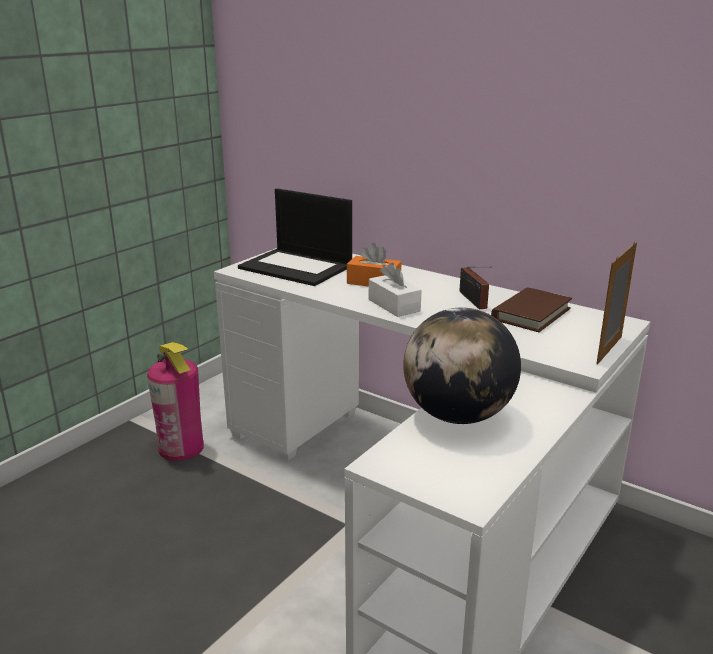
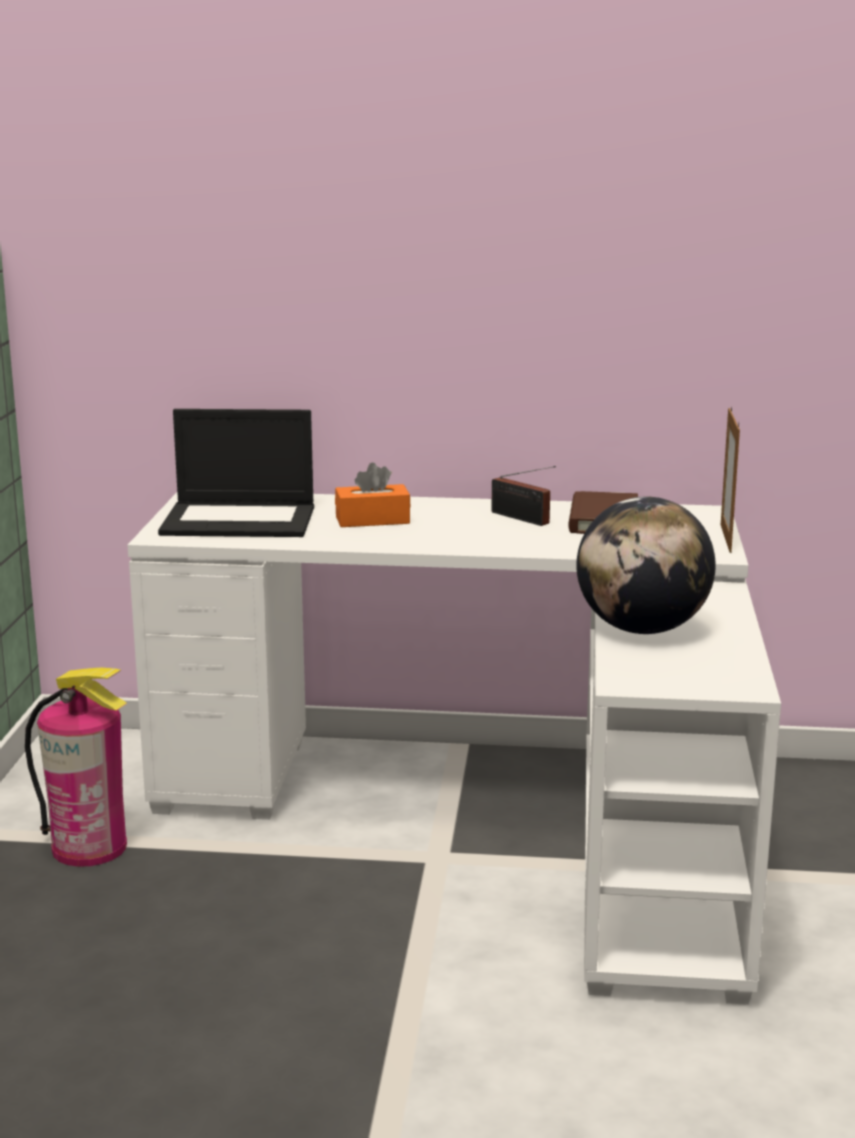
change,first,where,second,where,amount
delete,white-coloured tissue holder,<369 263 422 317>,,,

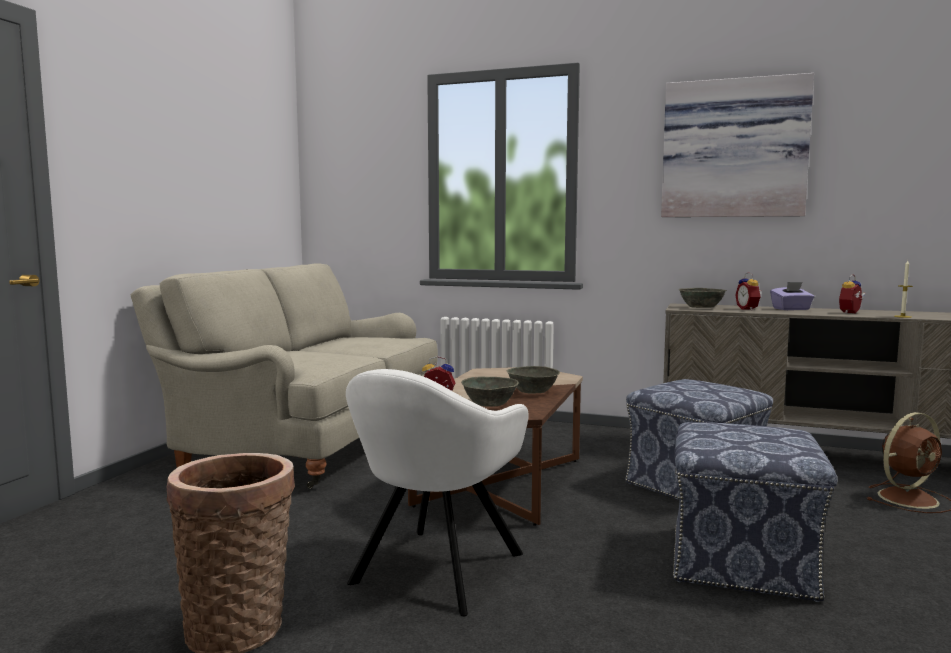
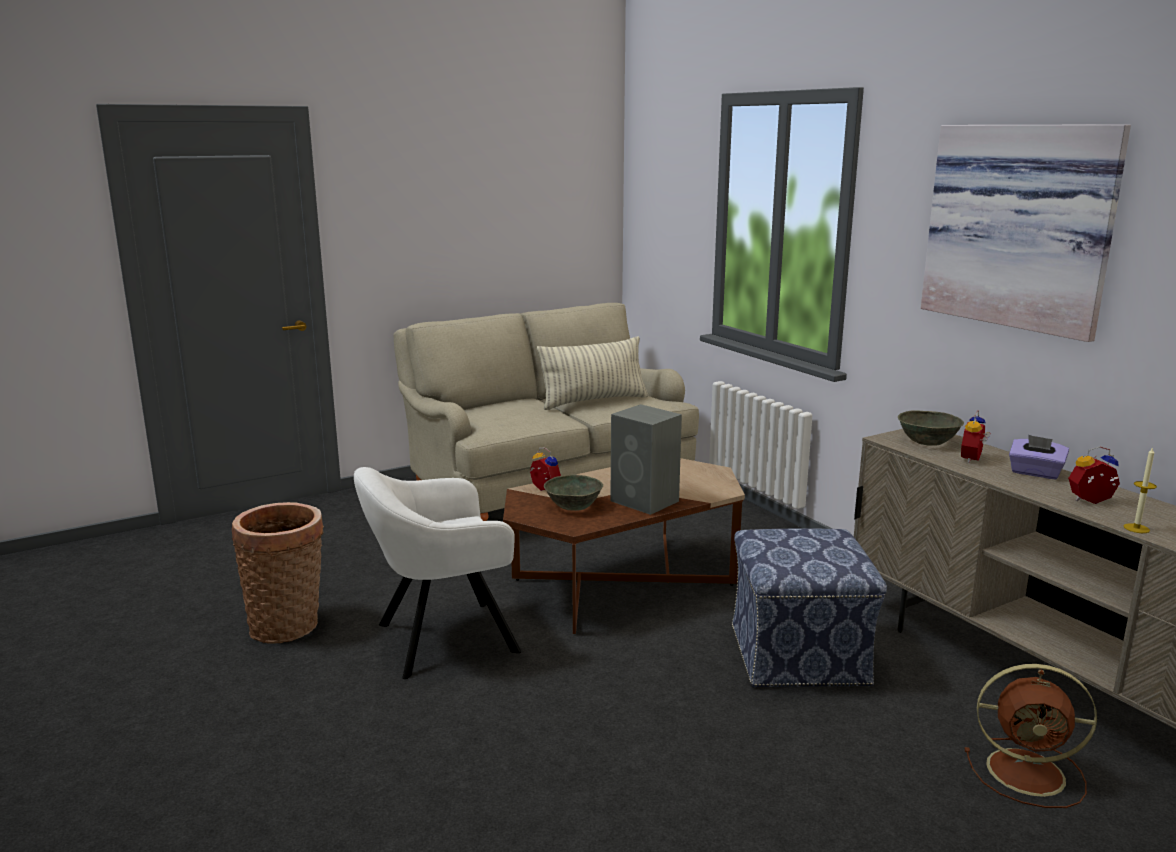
change,first,where,second,where,amount
replace,grey serving bowl,<507 366 560 394>,grey speaker,<610 404 682 515>,
delete,footrest,<673 422 838 602>,,,
insert,,,cushion,<537 336 648 410>,

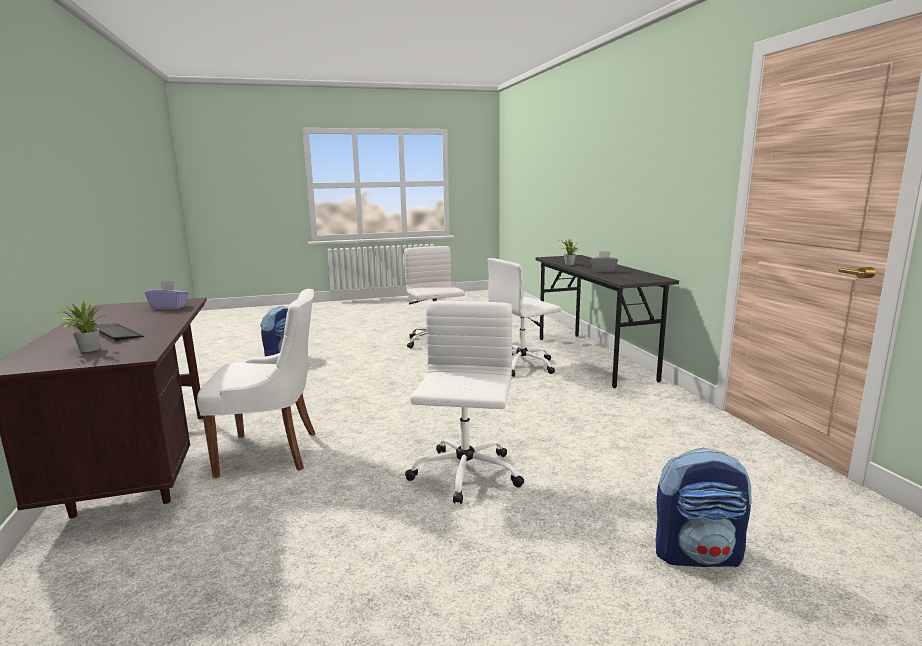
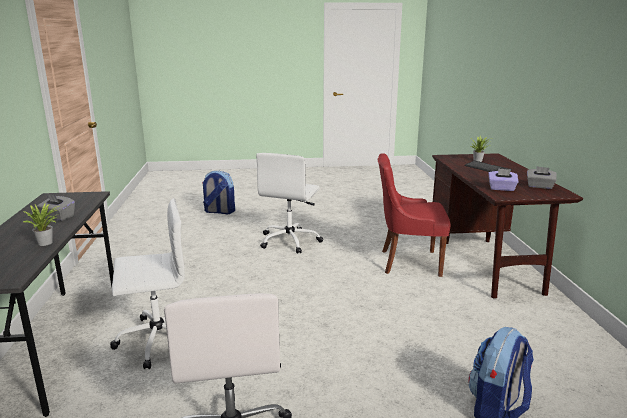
change,first,where,second,where,amount
recolor,white-coloured chair,<197 289 315 478>,red chair,<378 153 450 277>,
insert,,,grey tissue holder,<527 166 557 189>,

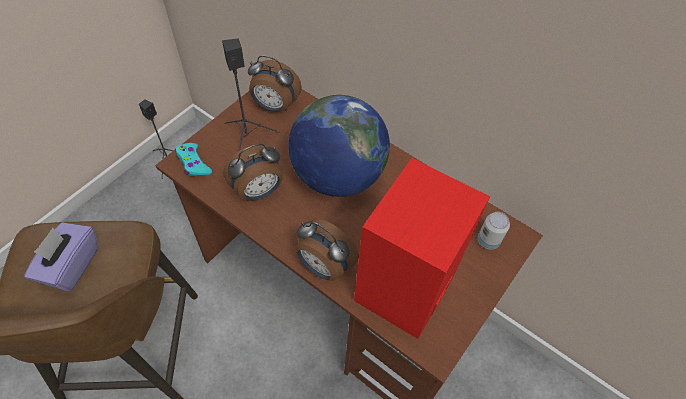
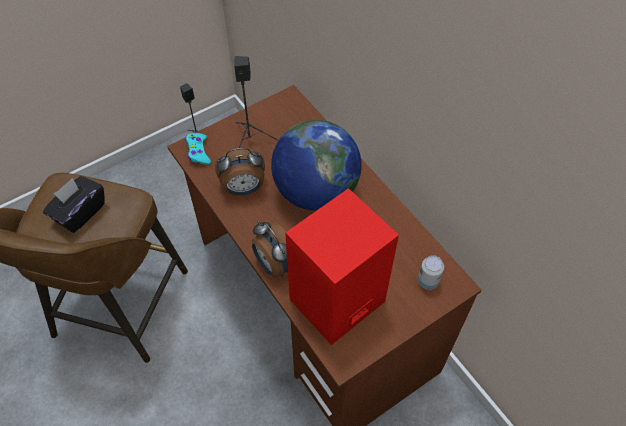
change,first,where,second,where,amount
recolor,purplish tissue holder,<24 223 98 292>,blackish tissue holder,<43 176 105 233>,
delete,alarm clock,<248 55 302 112>,,,

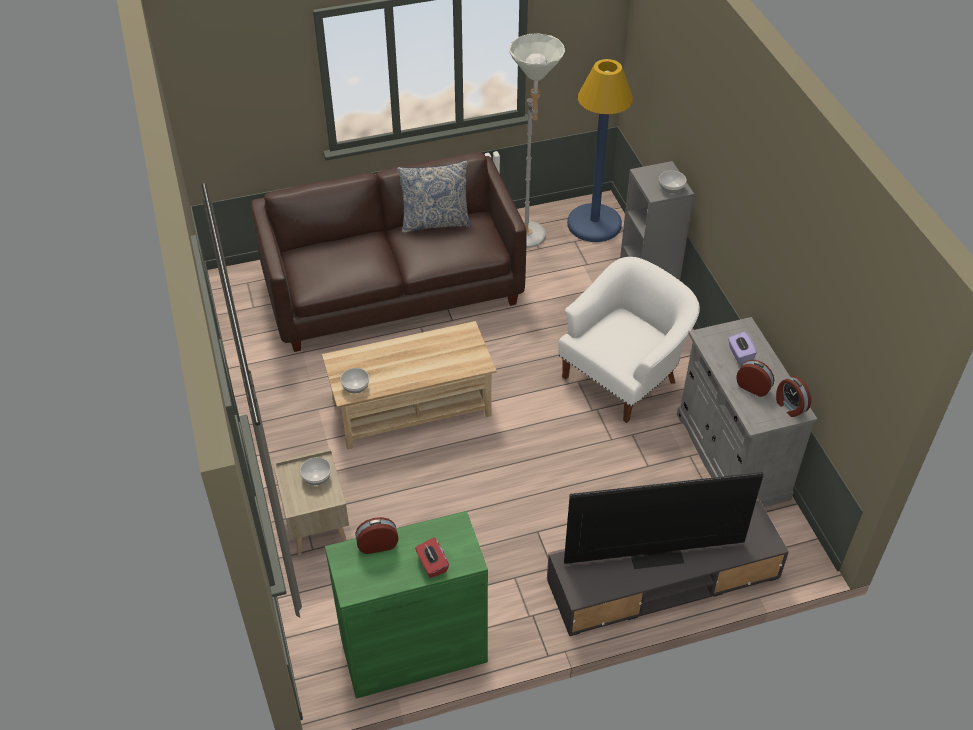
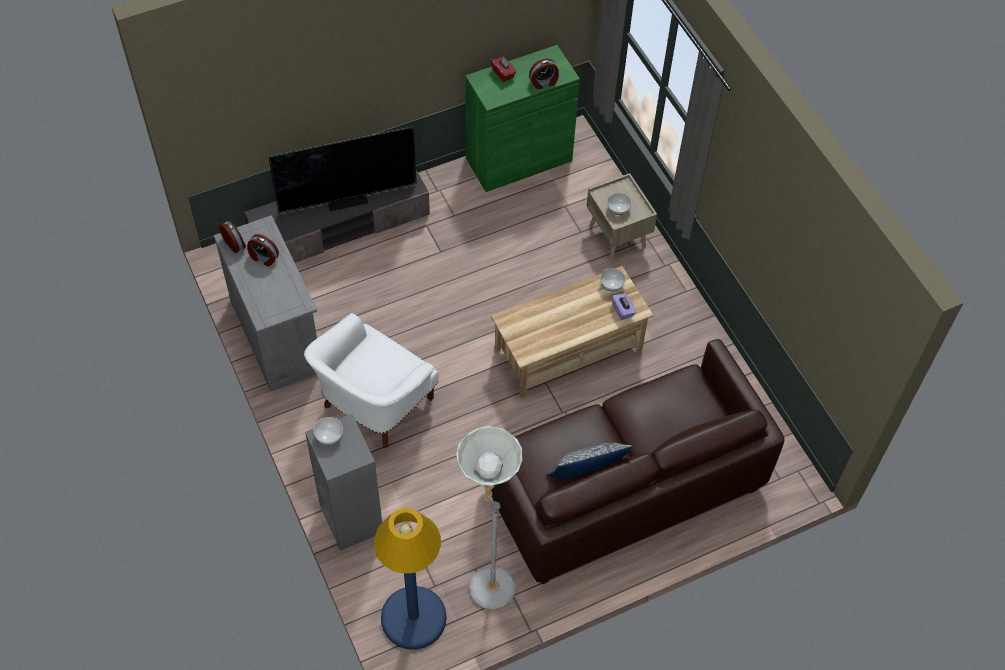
change,first,where,second,where,amount
move,purplish tissue holder,<728 332 757 363>,,<612 293 636 320>,

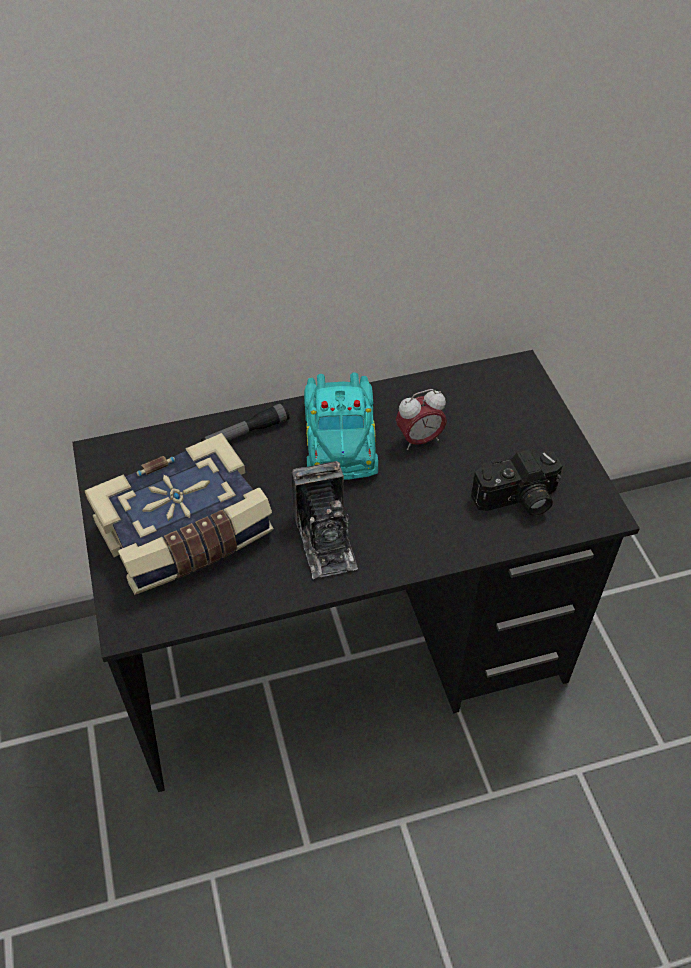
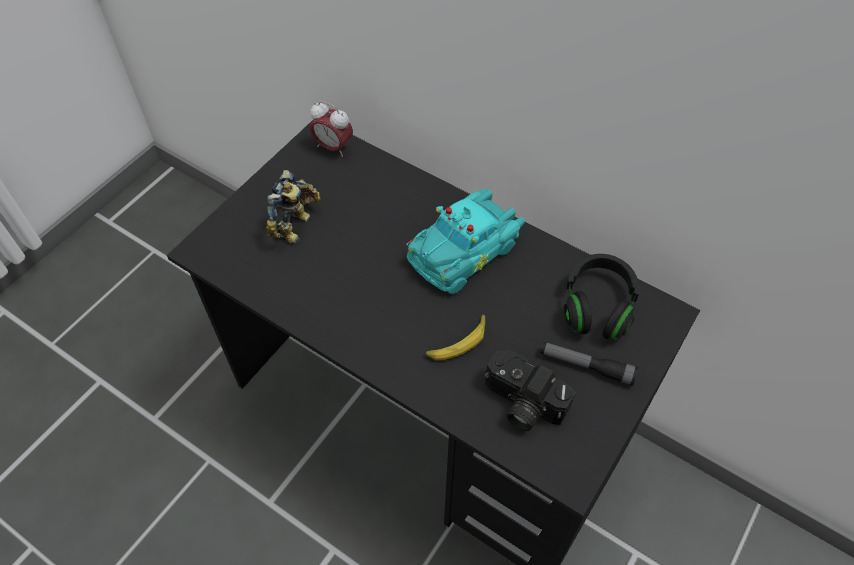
change,first,where,second,where,amount
replace,bound book,<85 433 274 595>,model robot,<266 170 321 244>,
move,flashlight,<201 403 289 442>,,<541 342 638 386>,
delete,photo camera,<291 461 358 580>,,,
move,alarm clock,<396 389 447 450>,,<310 101 353 157>,
insert,,,banana fruit,<426 314 486 360>,
insert,,,blackish headset,<564 254 640 340>,

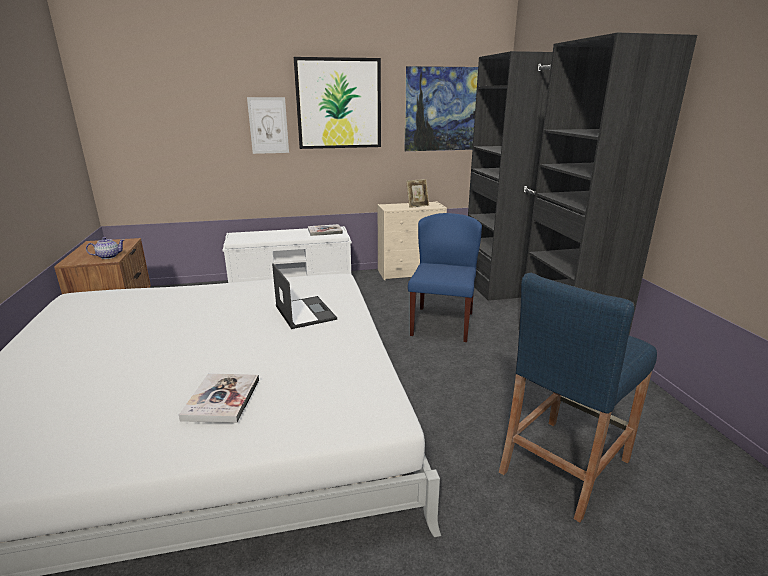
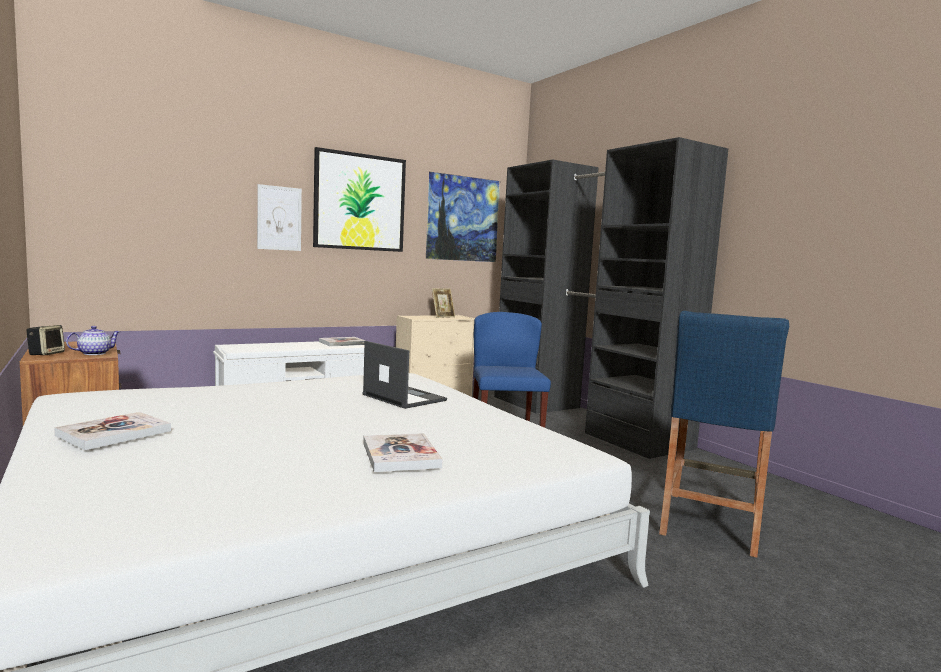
change,first,where,second,where,amount
insert,,,speaker,<26 325 65 355>,
insert,,,bound book,<54 412 171 450>,

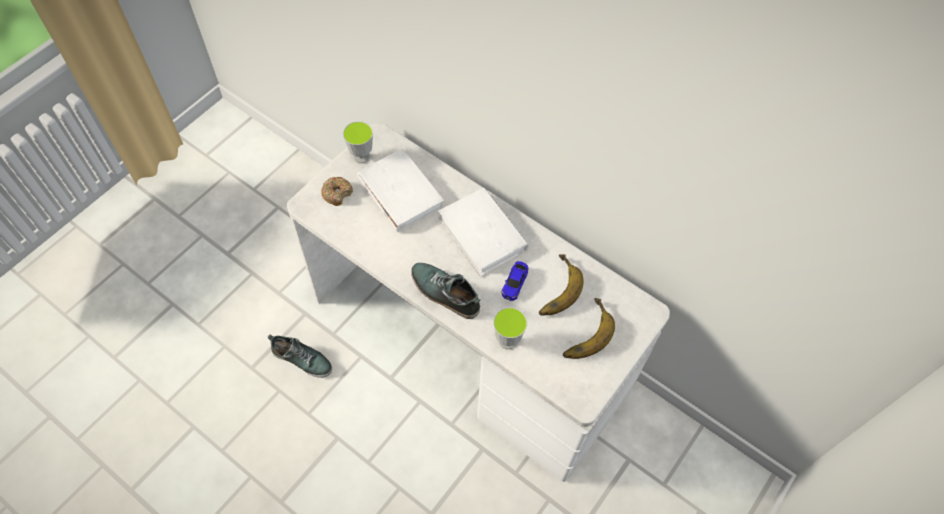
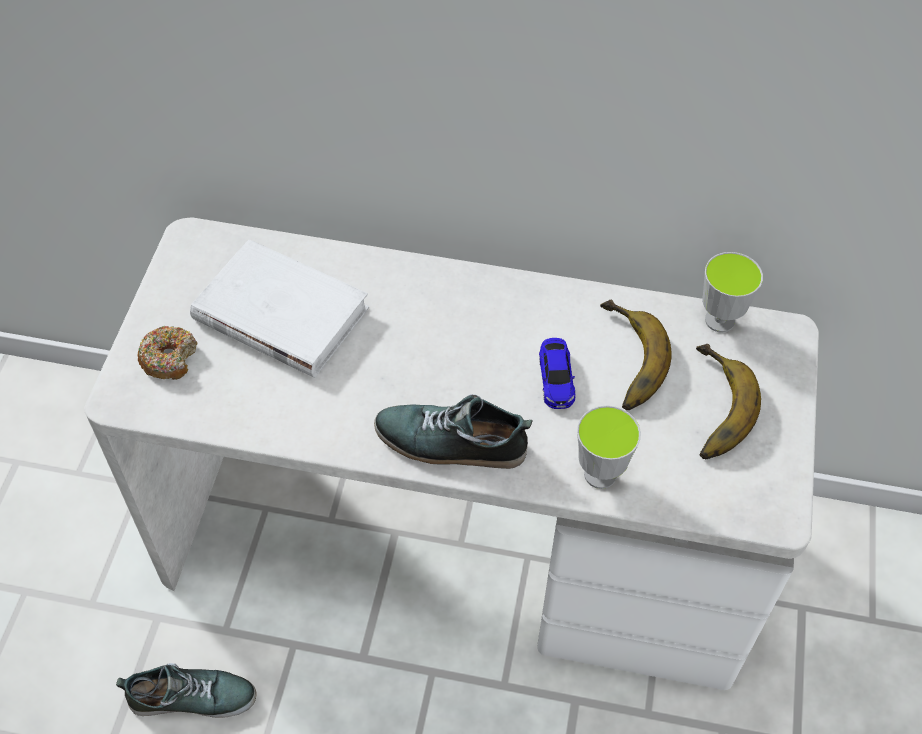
change,first,where,second,where,amount
move,drinking cup,<343 121 373 163>,,<702 252 763 333>,
delete,white-coloured bound book,<438 188 529 277>,,,

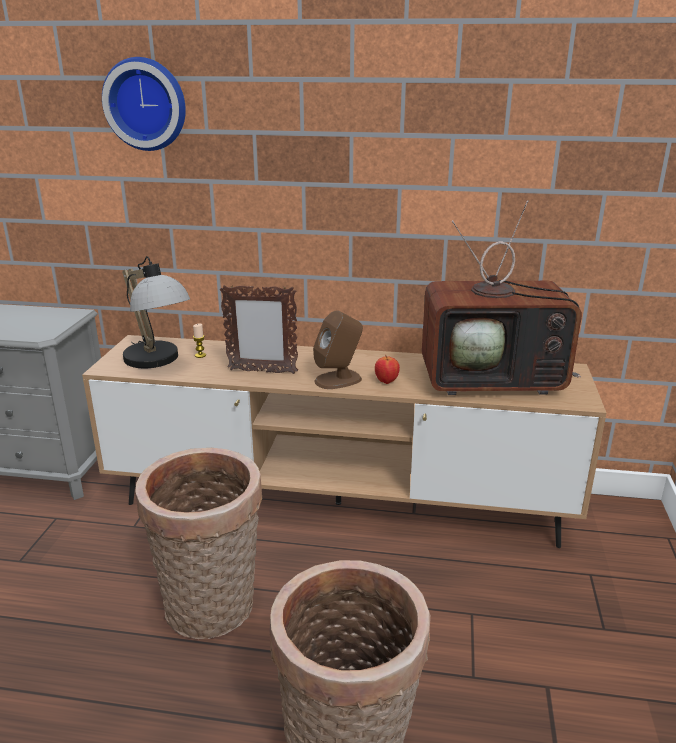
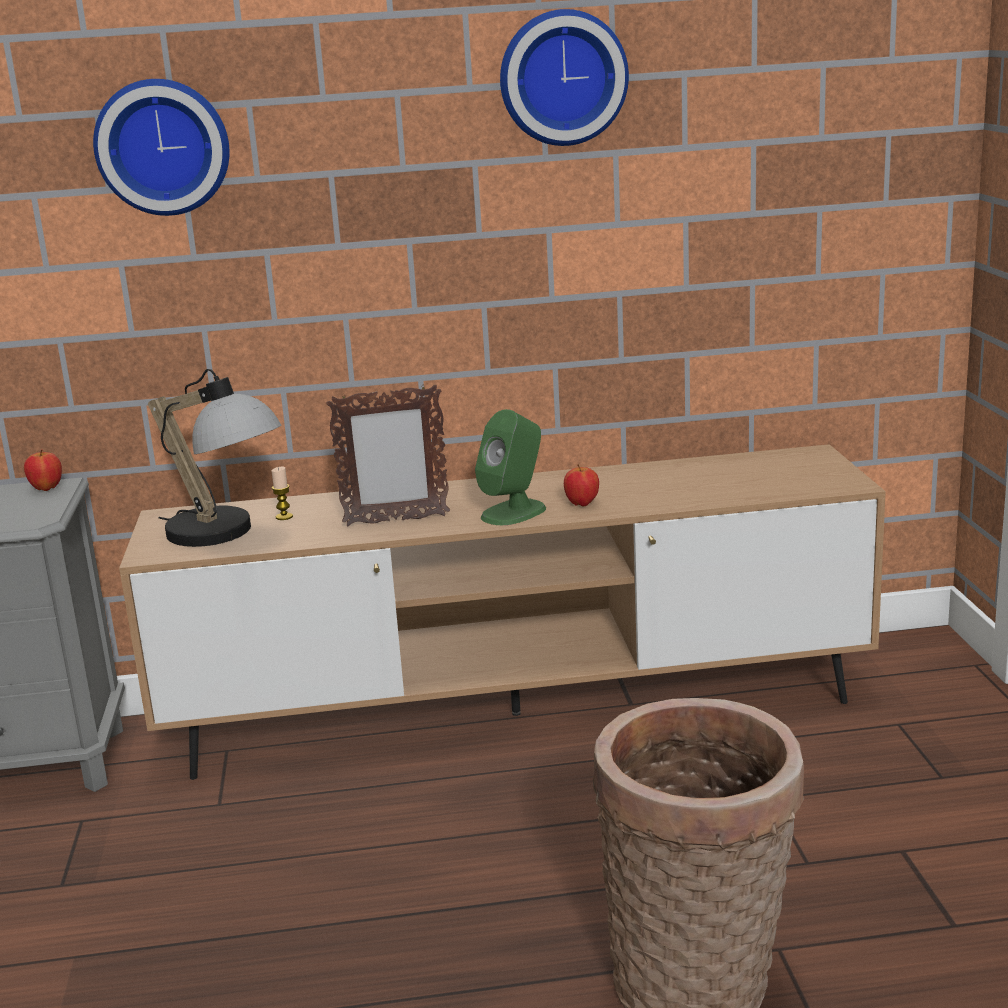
change,first,where,second,where,amount
delete,basket,<135 448 262 639>,,,
recolor,brown-coloured speaker,<313 310 363 389>,green-coloured speaker,<475 409 546 525>,
delete,TV,<422 200 582 395>,,,
insert,,,apple fruit,<24 449 62 491>,
insert,,,clock on the wall,<500 9 629 146>,

